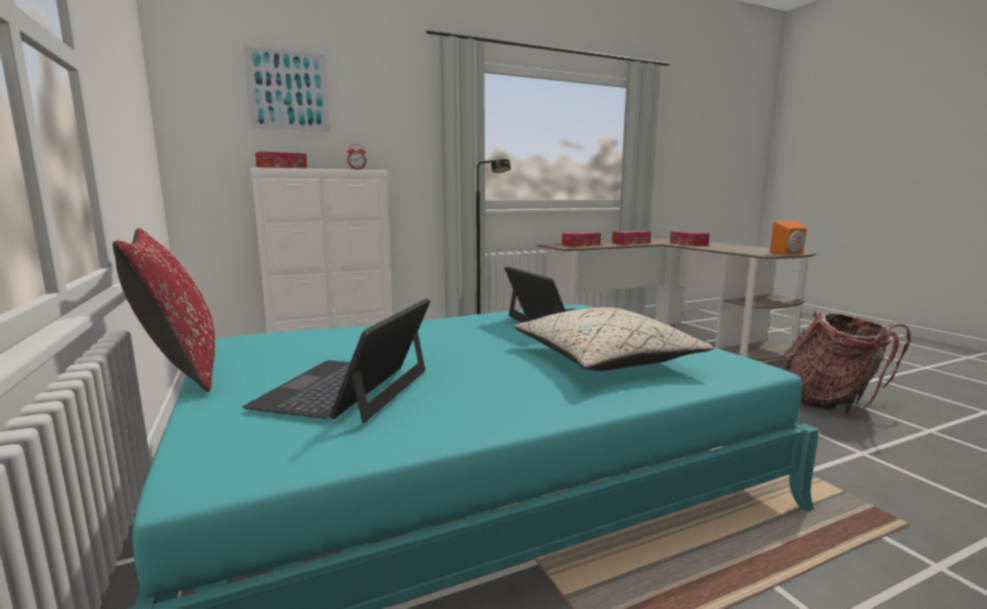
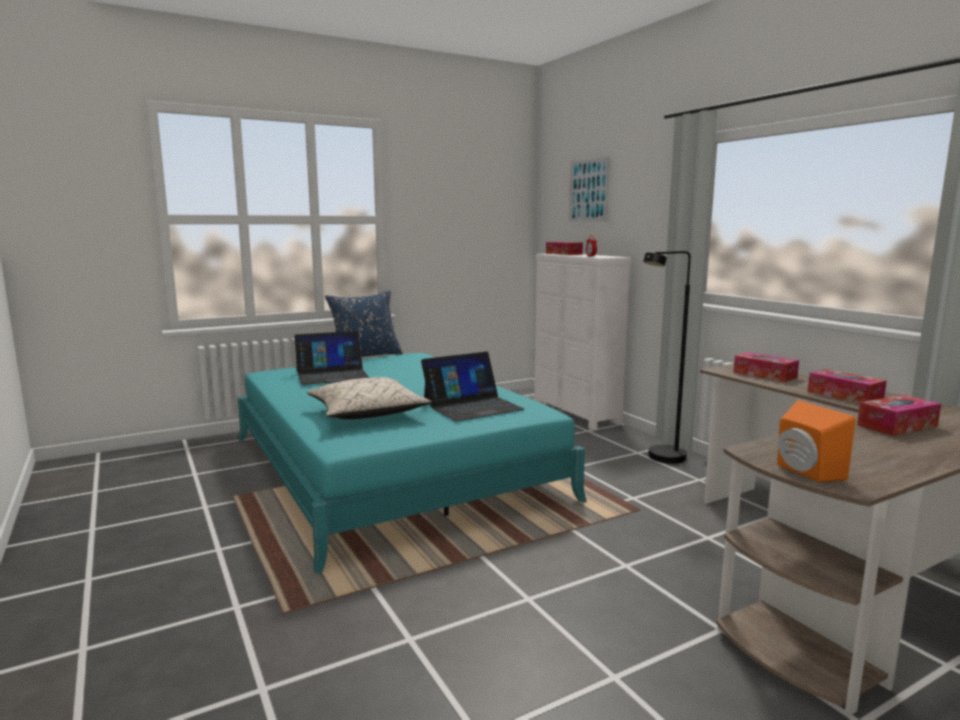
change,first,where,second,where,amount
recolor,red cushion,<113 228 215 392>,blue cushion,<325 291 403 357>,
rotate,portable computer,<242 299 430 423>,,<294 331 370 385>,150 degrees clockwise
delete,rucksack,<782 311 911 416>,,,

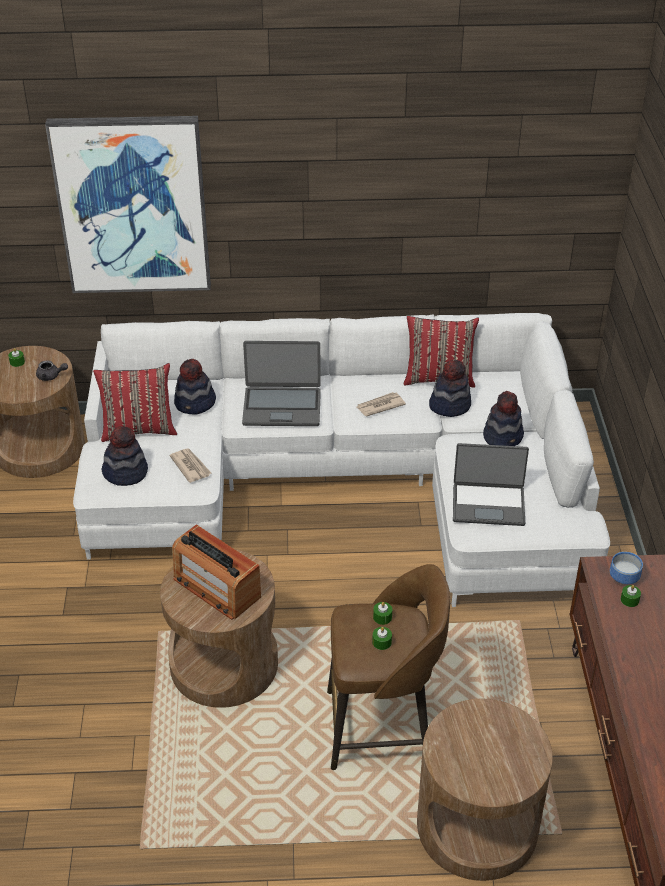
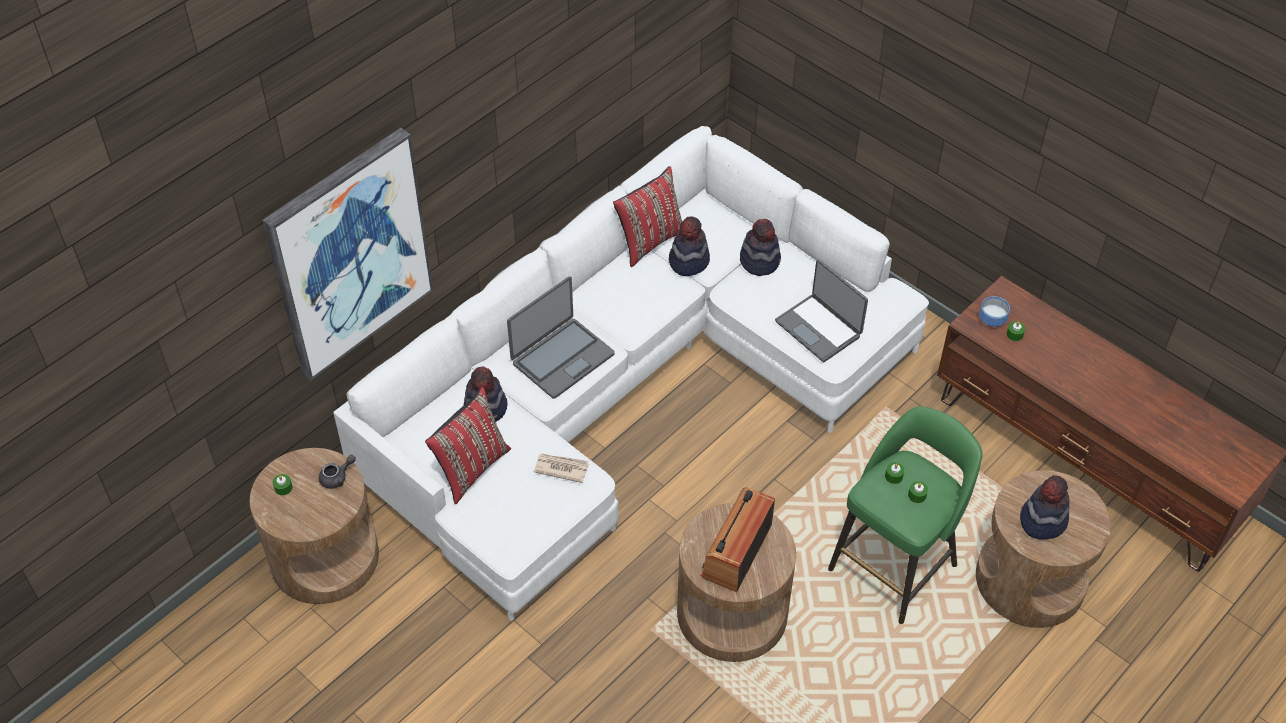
change,first,where,second,where,amount
move,wearable hat,<102 426 148 486>,,<1020 475 1070 540>,
rotate,radio receiver,<172 524 261 620>,,<700 488 775 592>,120 degrees clockwise
recolor,brown-coloured stool,<327 564 450 770>,green-coloured stool,<828 407 983 624>,
delete,newspaper,<357 392 406 416>,,,
rotate,portable computer,<453 443 529 526>,,<775 259 868 362>,90 degrees clockwise

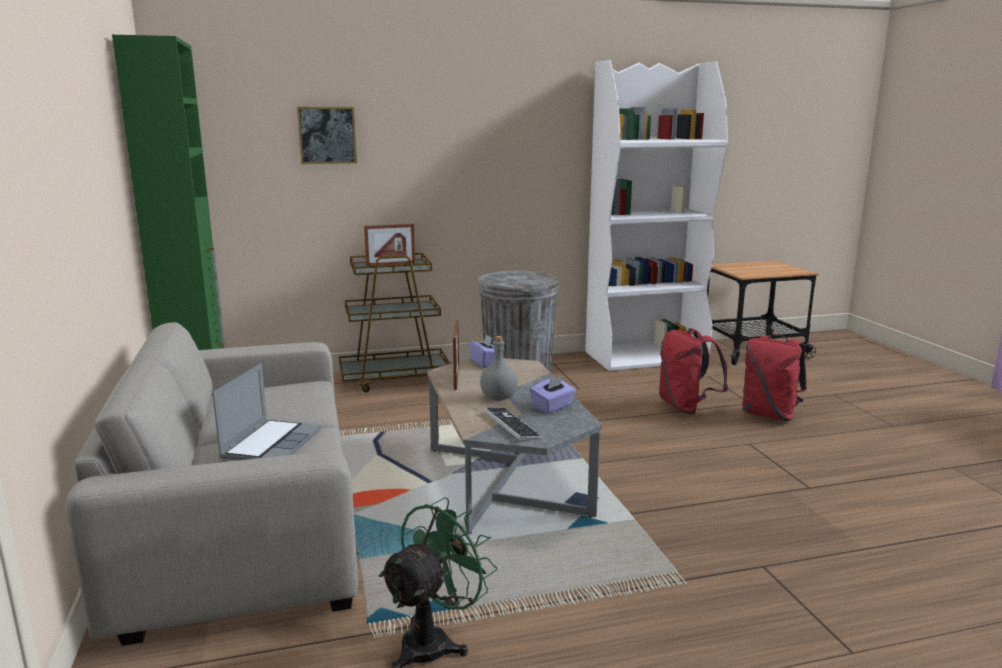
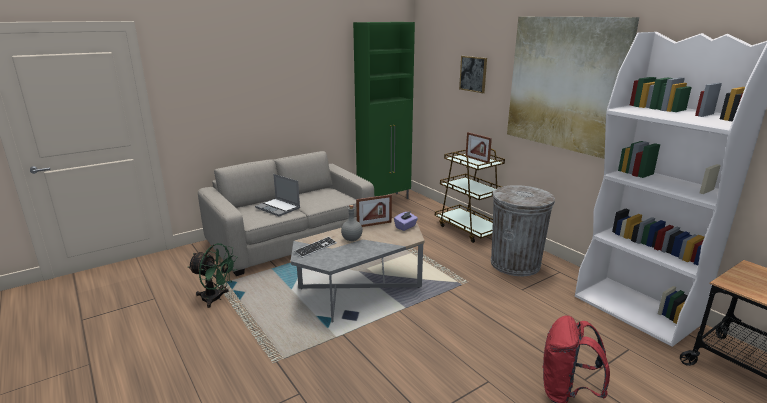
change,first,where,second,where,amount
rotate,portable computer,<212 363 321 460>,,<255 174 300 216>,45 degrees clockwise
delete,purplish tissue holder,<530 376 576 413>,,,
delete,red rucksack,<659 328 728 414>,,,
insert,,,wall art,<507 17 639 159>,

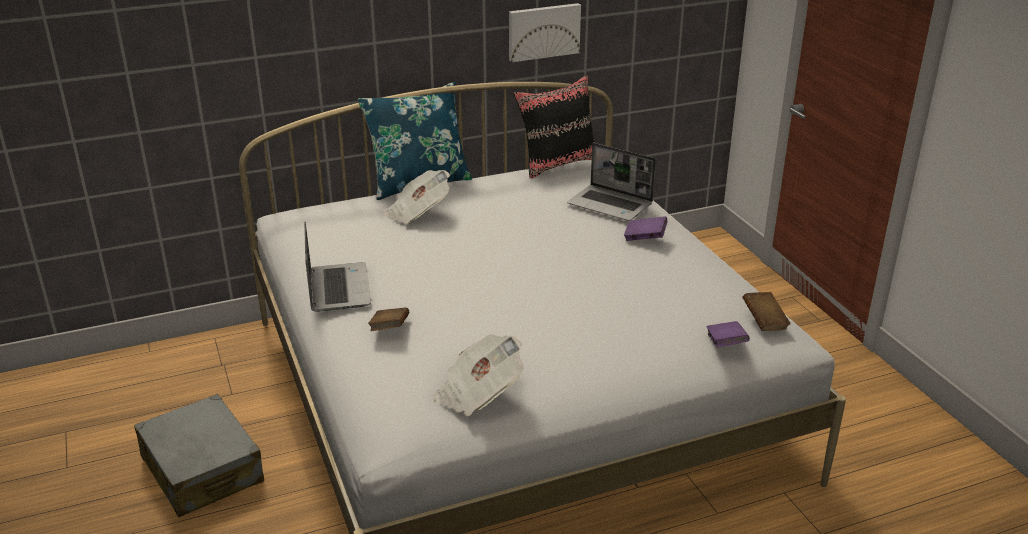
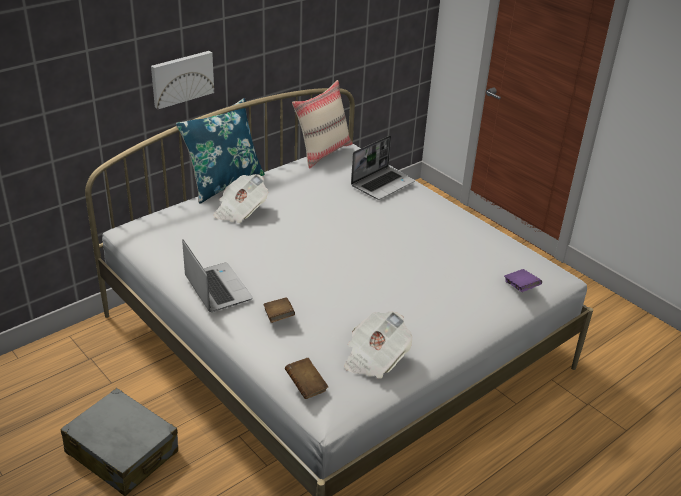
change,first,where,second,where,amount
move,wall art,<509 3 581 62>,,<151 51 214 109>,
recolor,blackish cushion,<514 75 595 179>,sand-coloured cushion,<292 80 353 168>,
rotate,portable computer,<567 143 656 221>,,<351 135 415 200>,60 degrees counterclockwise
delete,purplish bound book,<624 216 668 241>,,,
move,brown-coloured bound book,<742 292 791 331>,,<285 358 328 399>,

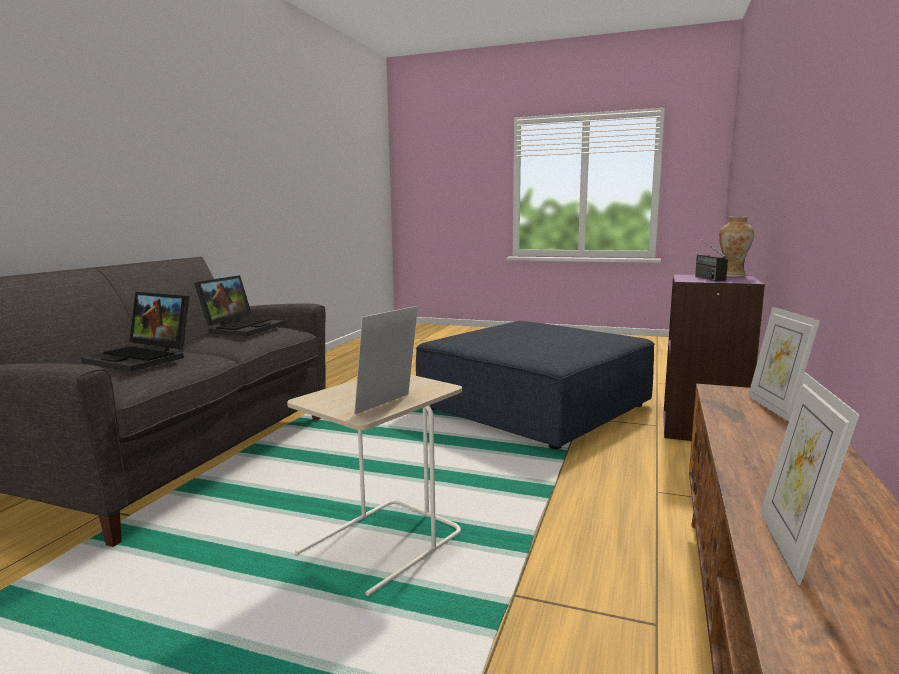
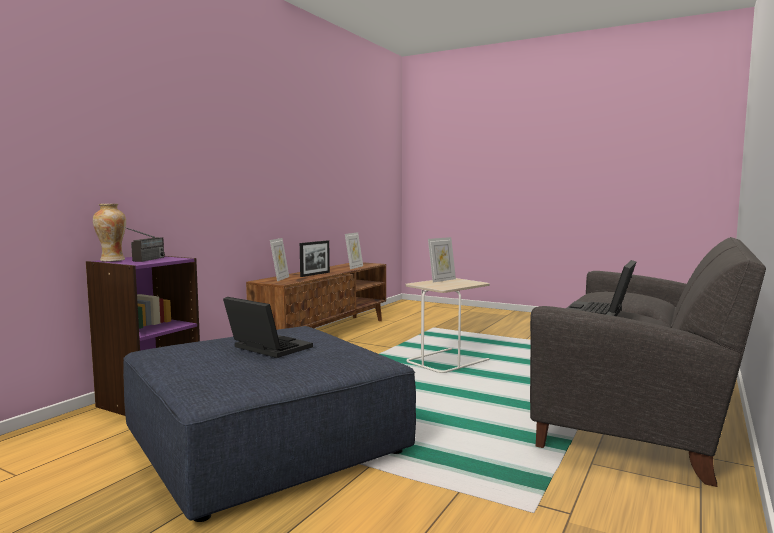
change,first,where,second,where,amount
move,portable computer,<82 292 189 372>,,<223 297 313 358>,
insert,,,standing frame,<300 240 330 277>,

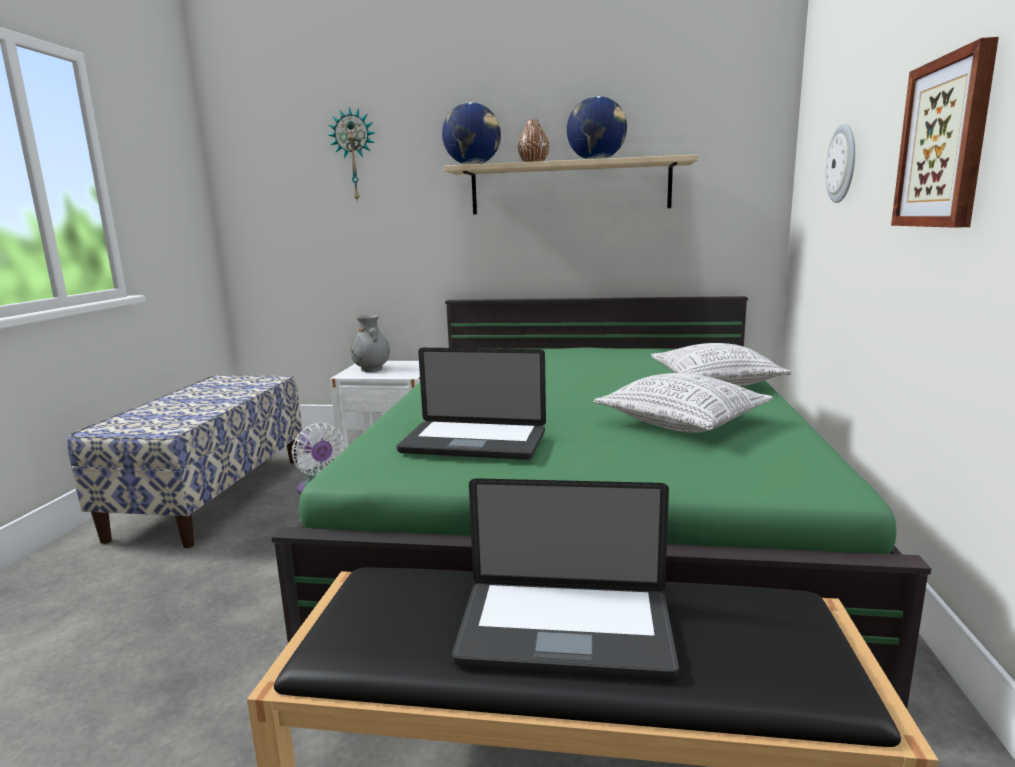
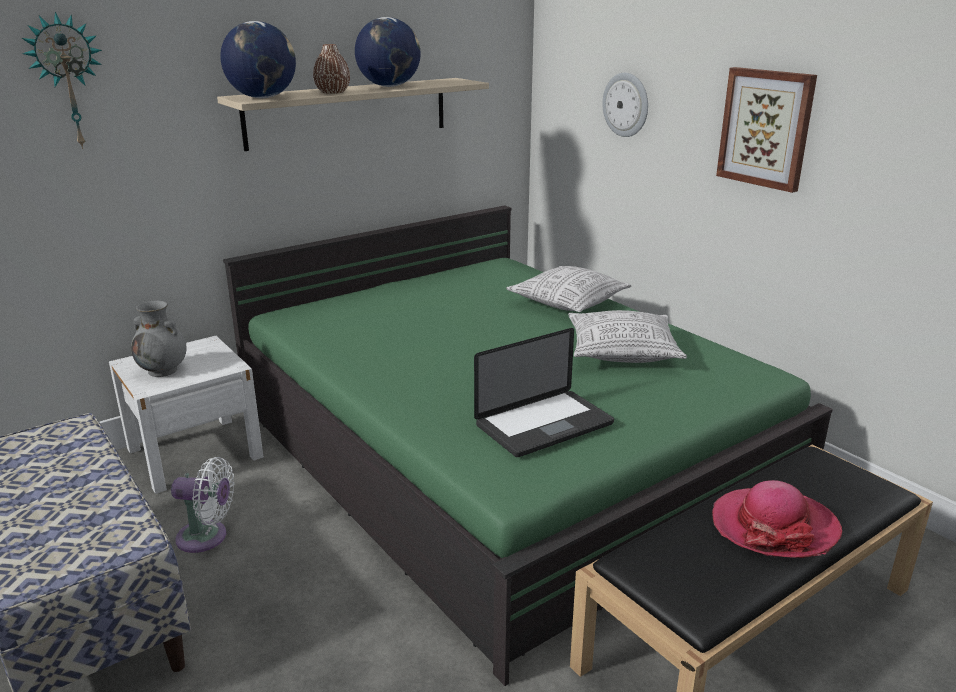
change,first,where,second,where,amount
replace,portable computer,<452 478 679 679>,wearable hat,<712 480 842 558>,

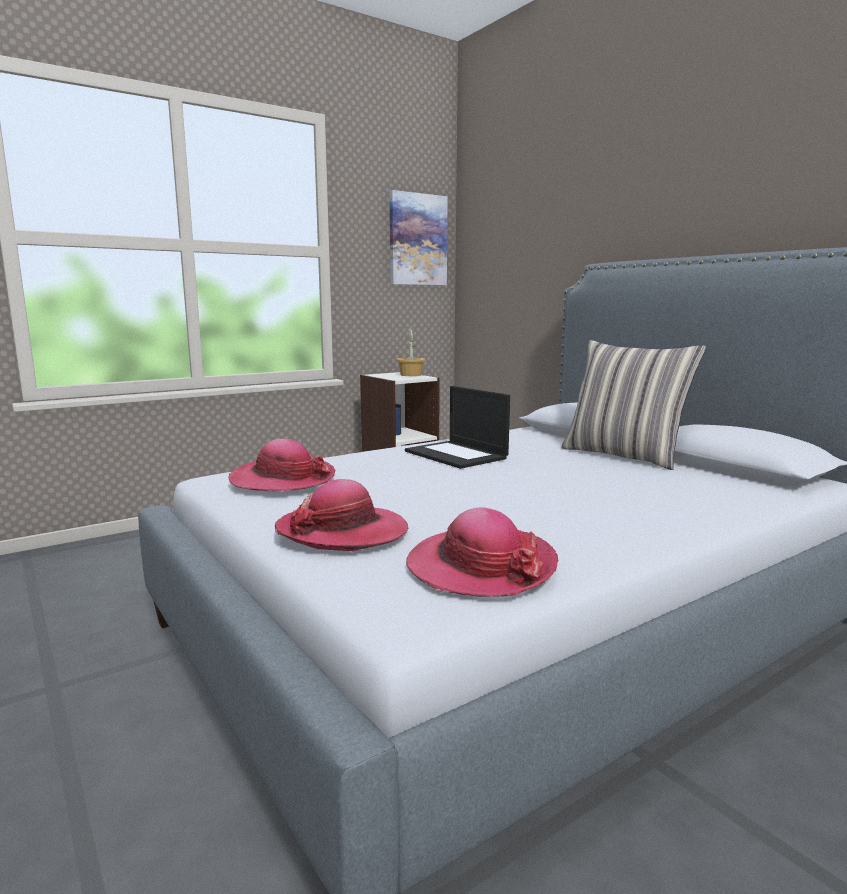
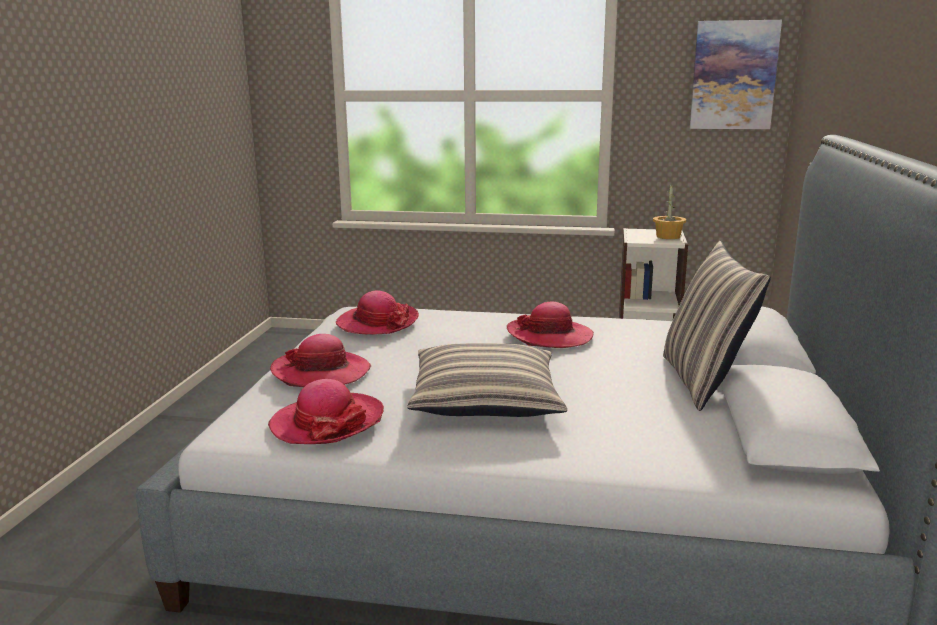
change,first,where,second,where,amount
replace,portable computer,<405 386 510 469>,wearable hat,<507 302 594 348>,
insert,,,cushion,<407 343 567 417>,

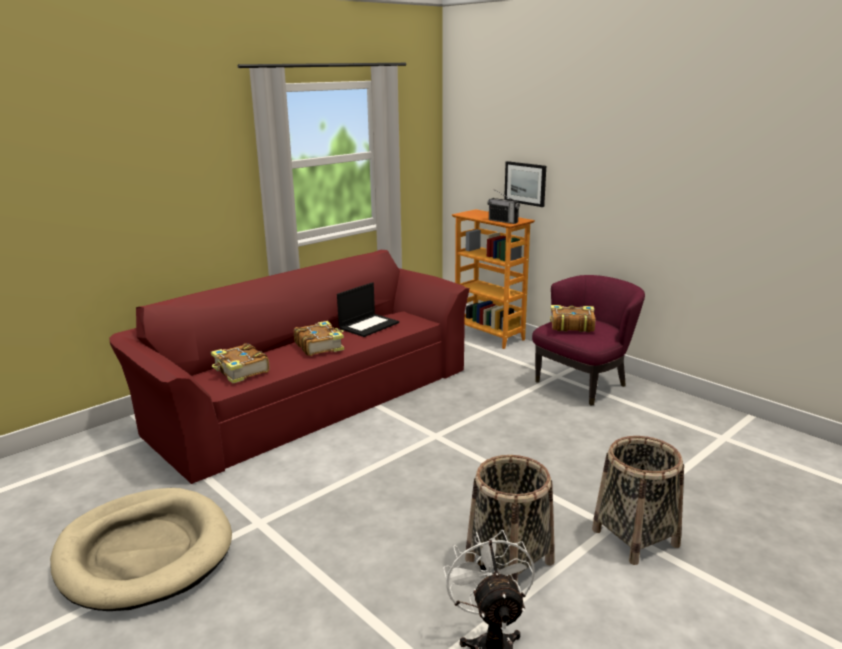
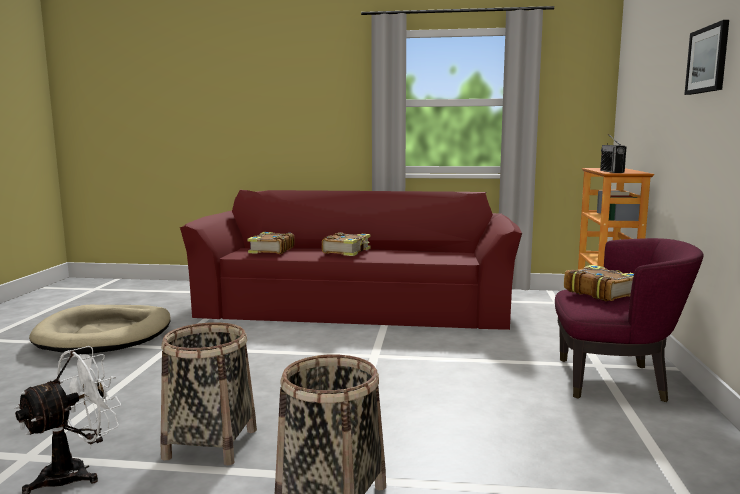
change,first,where,second,where,amount
delete,portable computer,<337 282 399 337>,,,
move,wall art,<504 161 546 207>,,<684 20 729 95>,

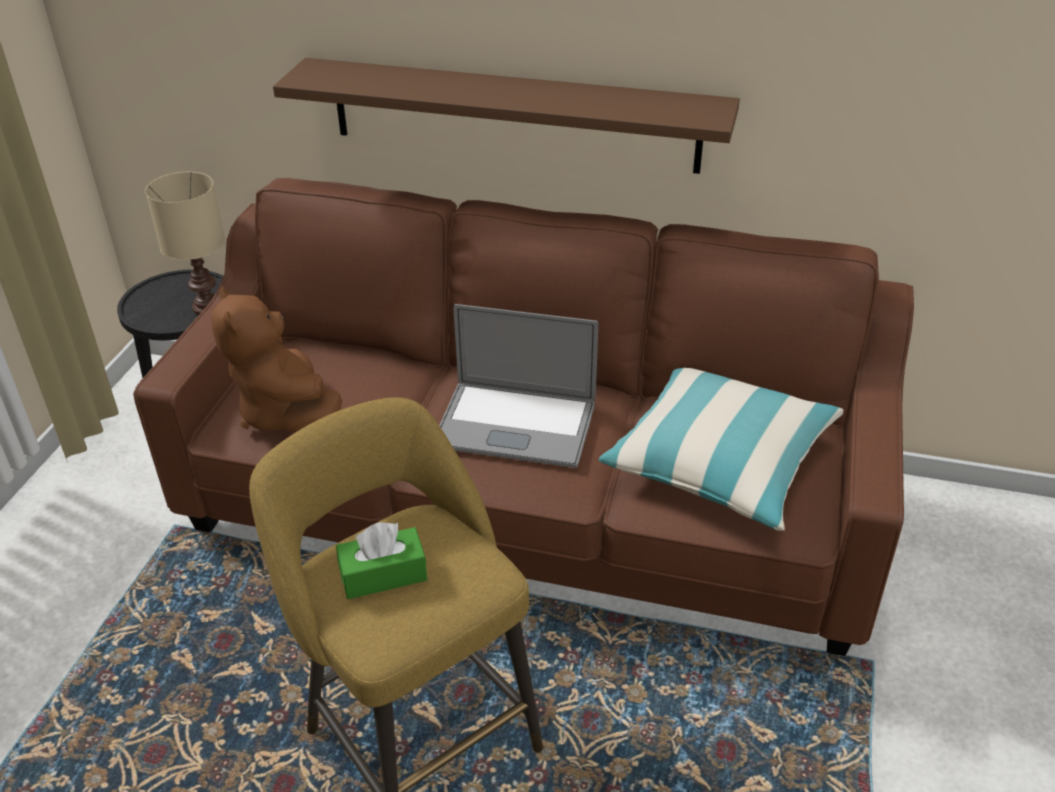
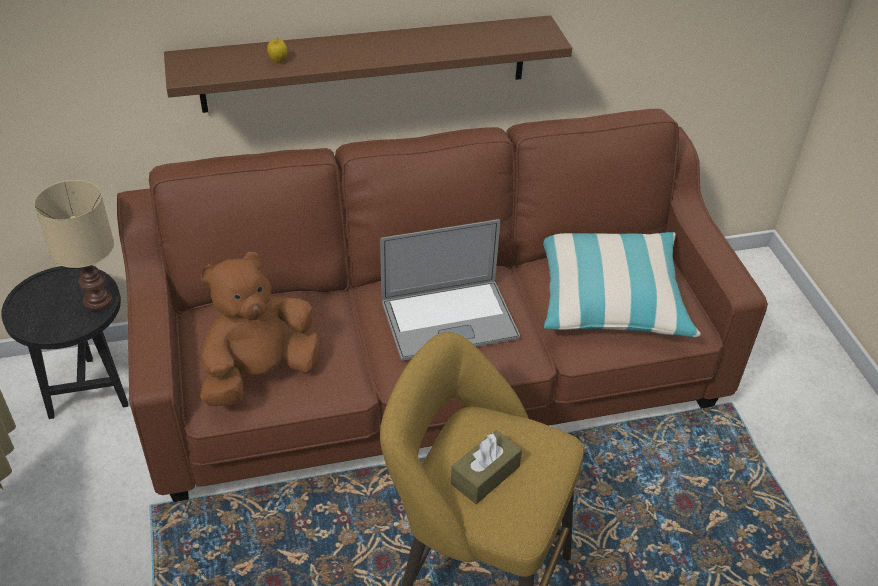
change,first,where,second,where,amount
rotate,brown-coloured cuddly toy,<211 287 342 433>,,<200 252 321 406>,105 degrees clockwise
recolor,green-coloured tissue holder,<336 522 427 599>,brown-coloured tissue holder,<451 430 522 504>,
insert,,,apple fruit,<267 37 287 63>,

